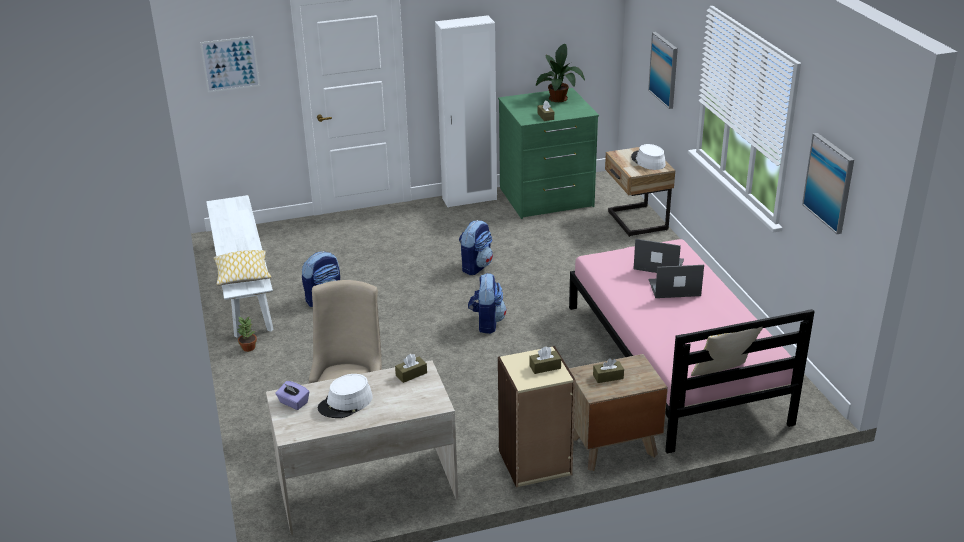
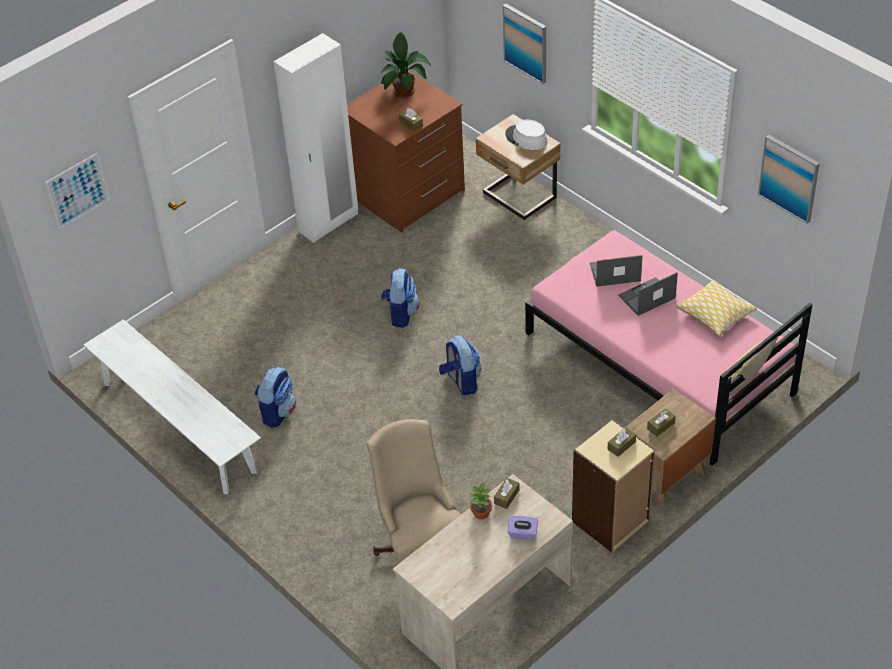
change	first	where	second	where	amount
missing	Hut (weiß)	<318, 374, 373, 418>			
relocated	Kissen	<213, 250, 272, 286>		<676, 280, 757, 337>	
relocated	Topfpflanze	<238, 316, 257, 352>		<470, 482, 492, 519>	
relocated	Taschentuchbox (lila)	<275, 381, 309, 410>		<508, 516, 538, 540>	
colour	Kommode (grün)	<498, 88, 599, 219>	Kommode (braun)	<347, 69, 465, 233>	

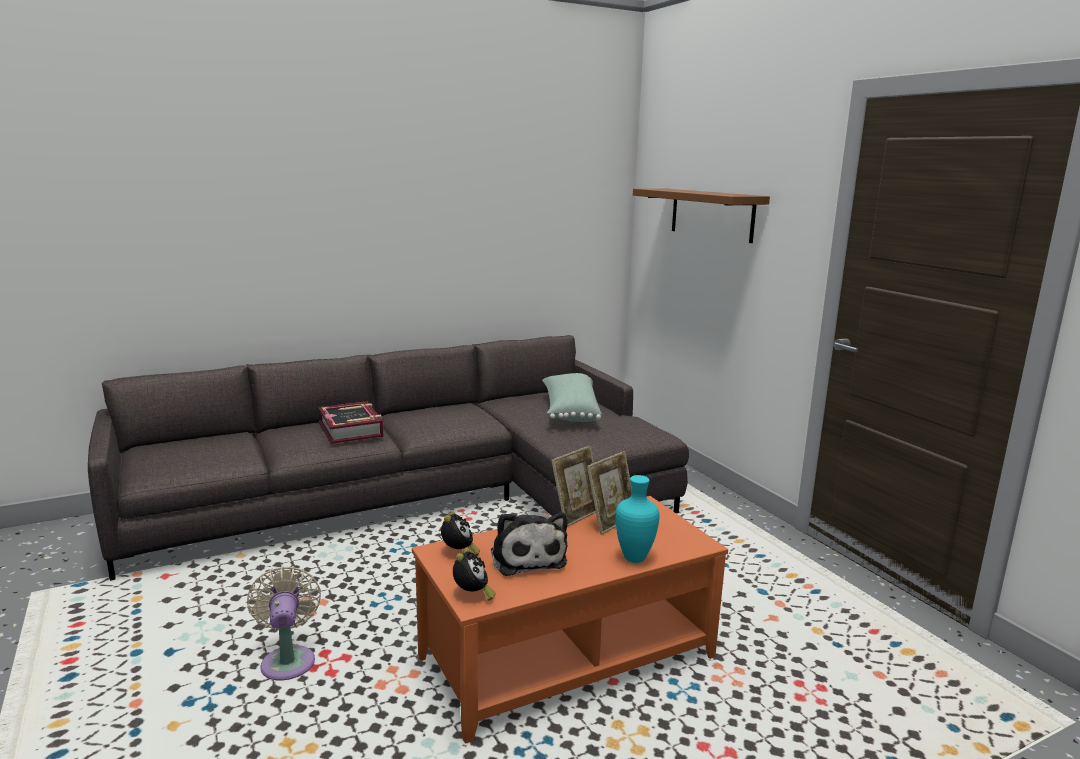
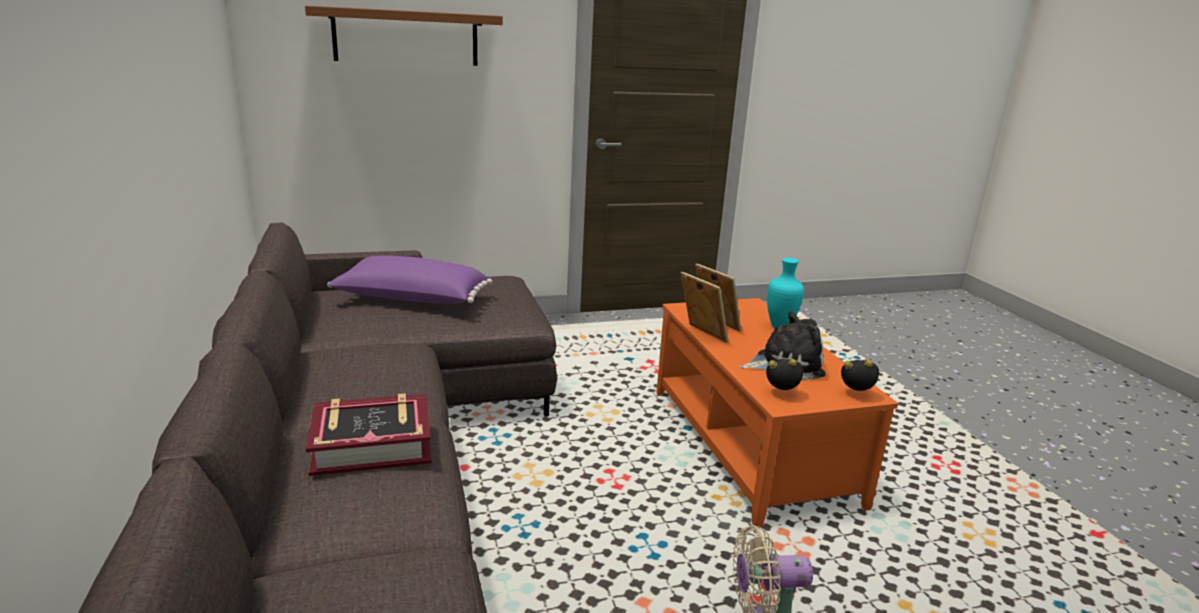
change	first	where	second	where	amount
colour	Kissen (grün)	<542, 373, 602, 422>	Kissen (lila)	<327, 256, 492, 304>	

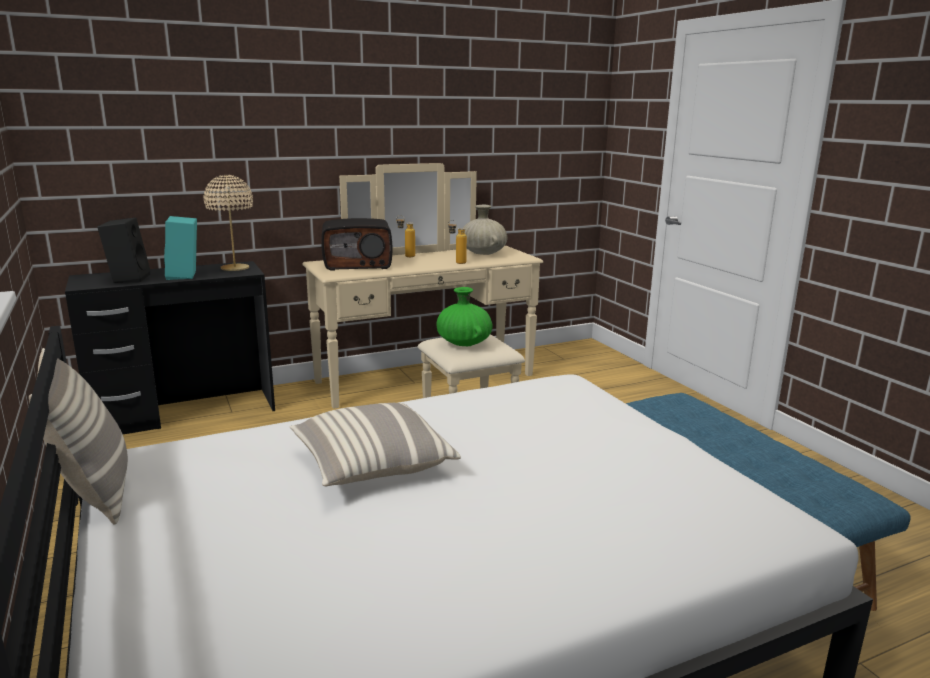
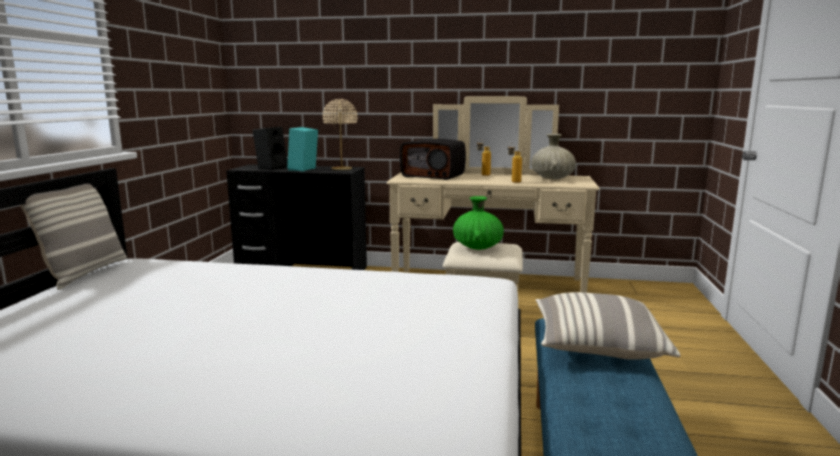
change	first	where	second	where	amount
relocated	Kissen	<290, 403, 461, 486>		<536, 292, 680, 360>	

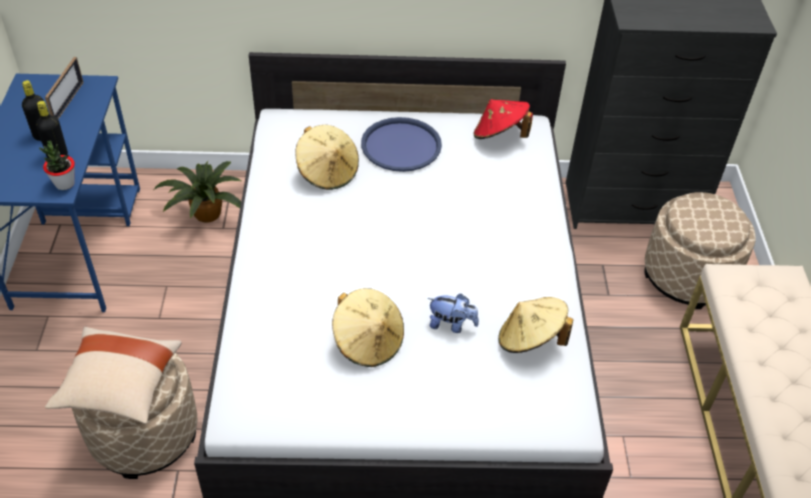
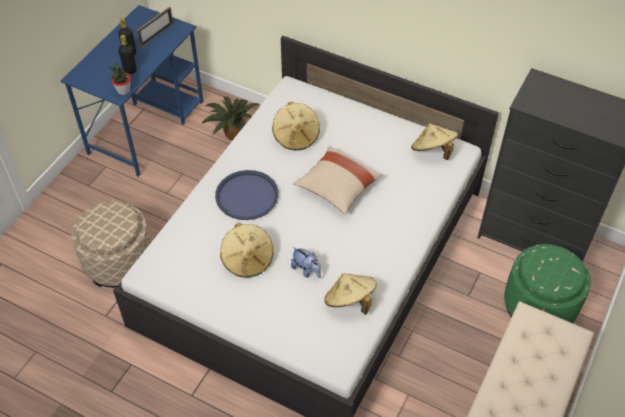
change	first	where	second	where	amount
relocated	Kissen (beige)	<45, 327, 182, 424>		<293, 146, 382, 214>	
relocated	Tablett (blau)	<361, 117, 442, 172>		<215, 170, 279, 220>	
colour	Hut (rot)	<474, 99, 533, 139>	Hut (beige)	<411, 123, 458, 160>	
colour	Polsterhocker (beige)	<644, 192, 756, 309>	Polsterhocker (grün)	<504, 244, 591, 323>	

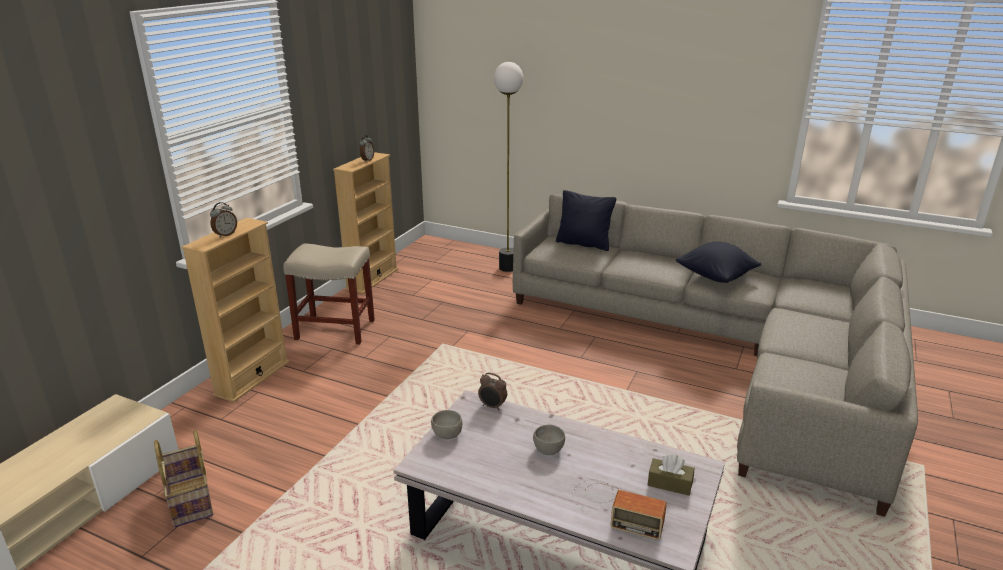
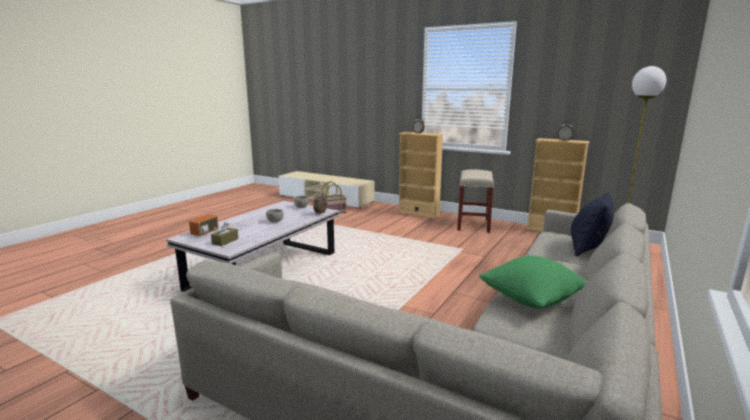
change	first	where	second	where	amount
colour	Kissen (schwarz)	<676, 242, 761, 283>	Kissen (grün)	<479, 256, 588, 308>	

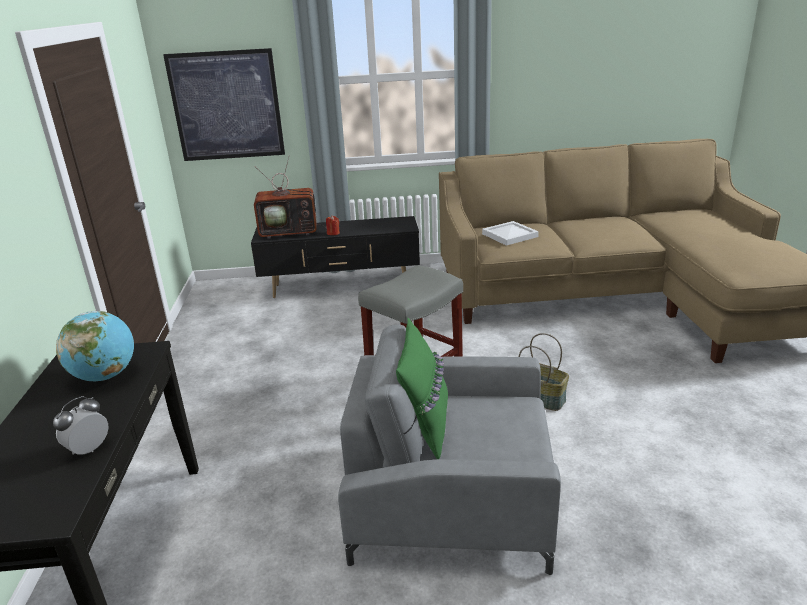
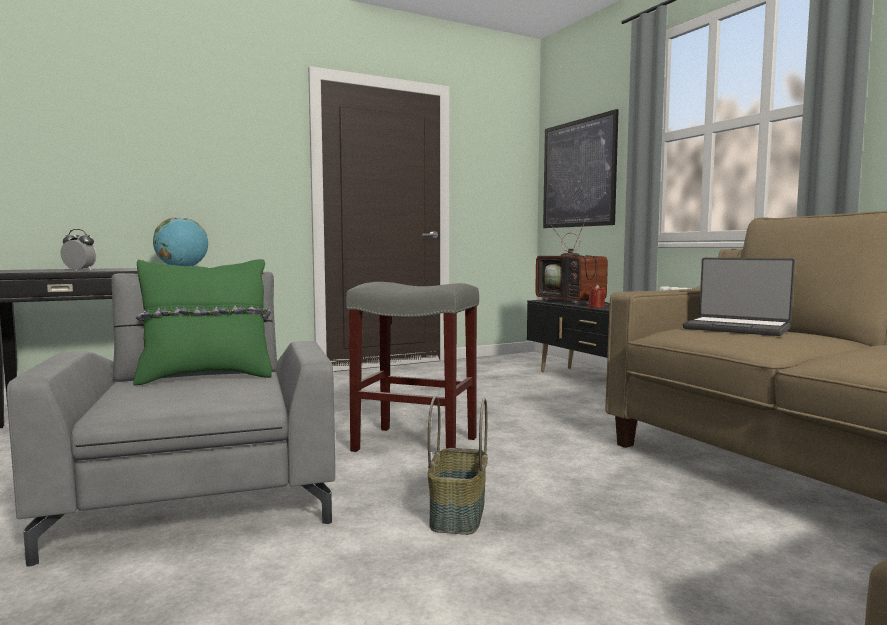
change	first	where	second	where	amount
exchanged	Tablett (weiß)	<482, 221, 539, 246>	Laptop	<683, 258, 795, 336>	

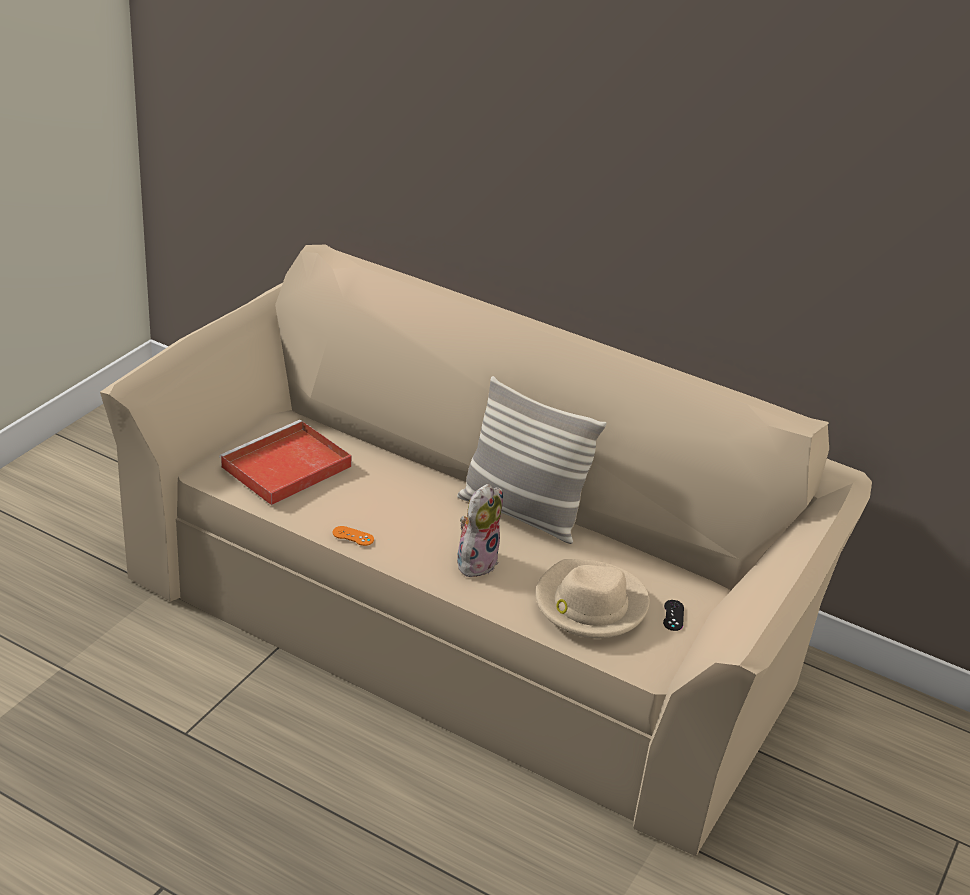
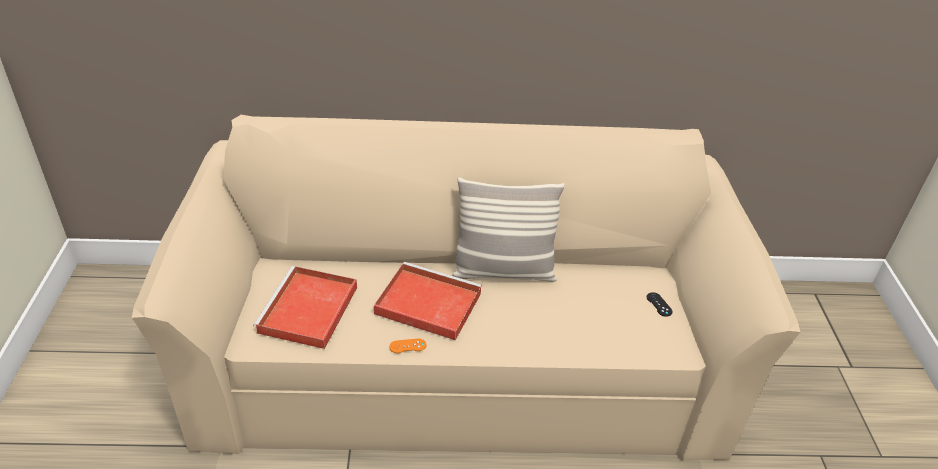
change	first	where	second	where	amount
missing	Plüschtier	<457, 484, 503, 577>			
missing	Hut (beige)	<535, 559, 649, 638>			
appeared			Tablett (rot)	<374, 262, 482, 340>	

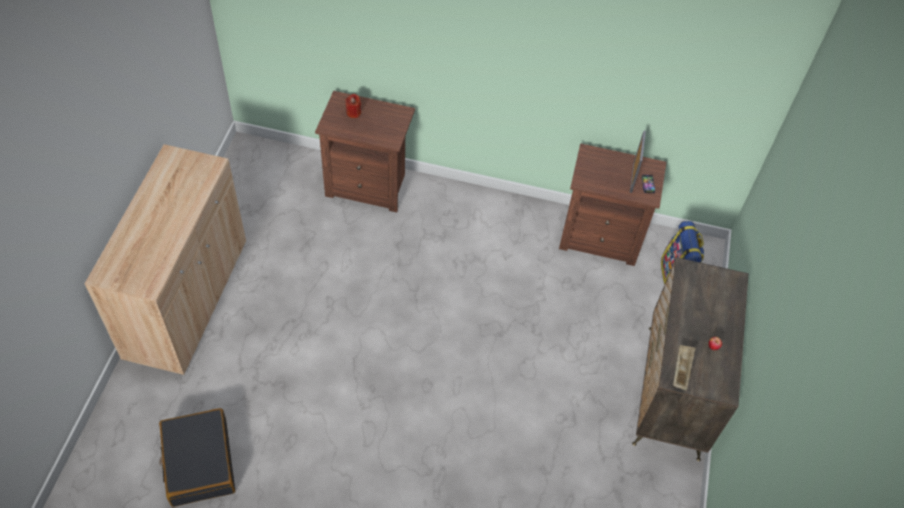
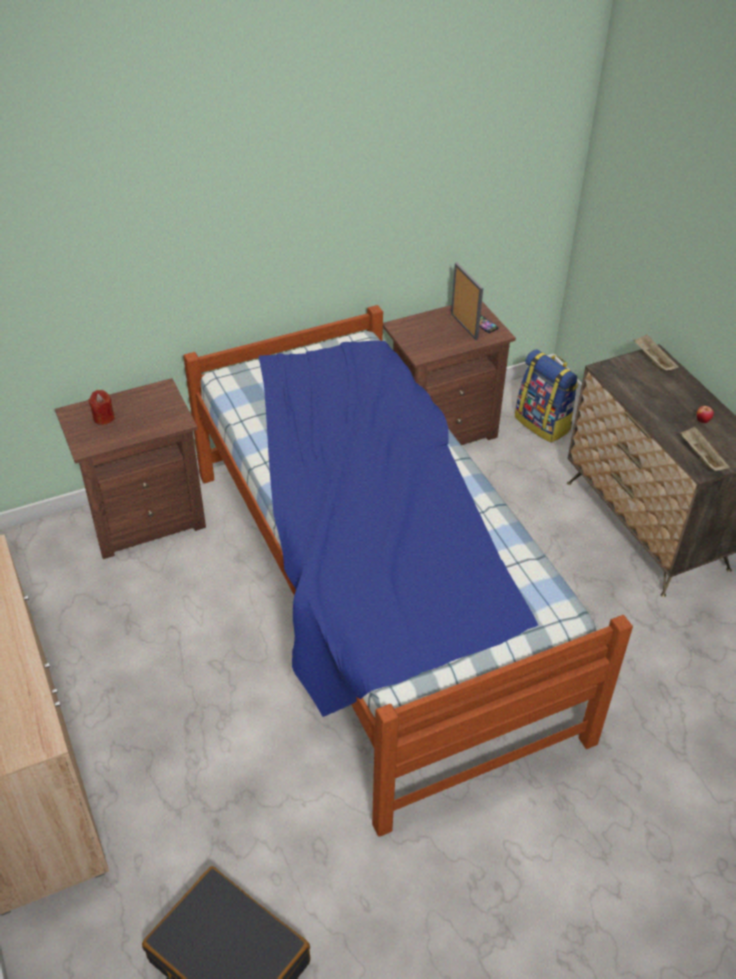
change	first	where	second	where	amount
appeared			Bett	<183, 305, 633, 837>	
appeared			Tablett (beige)	<633, 335, 679, 371>	

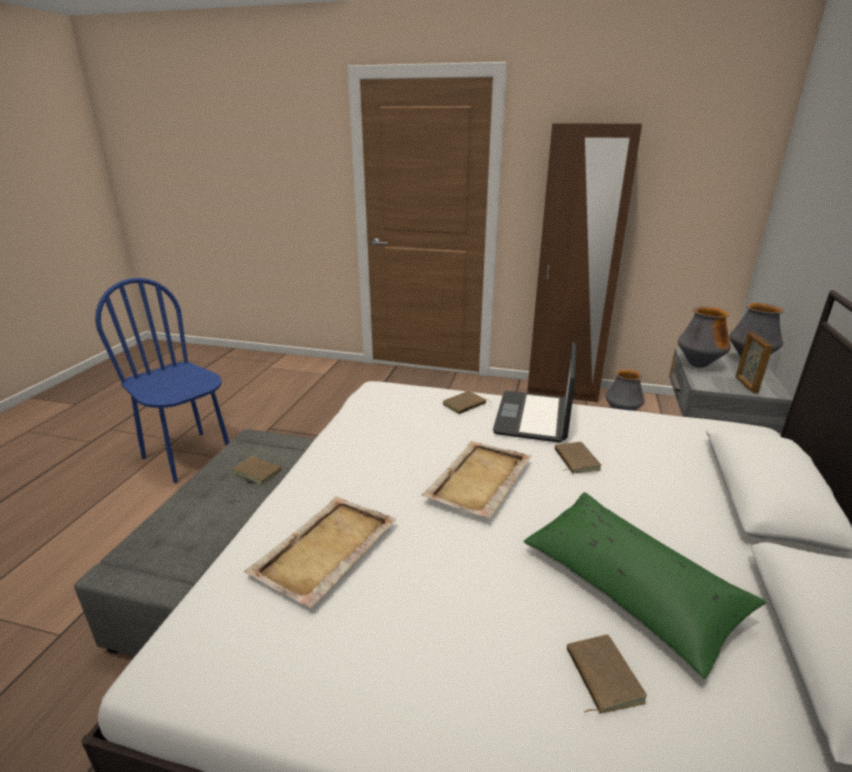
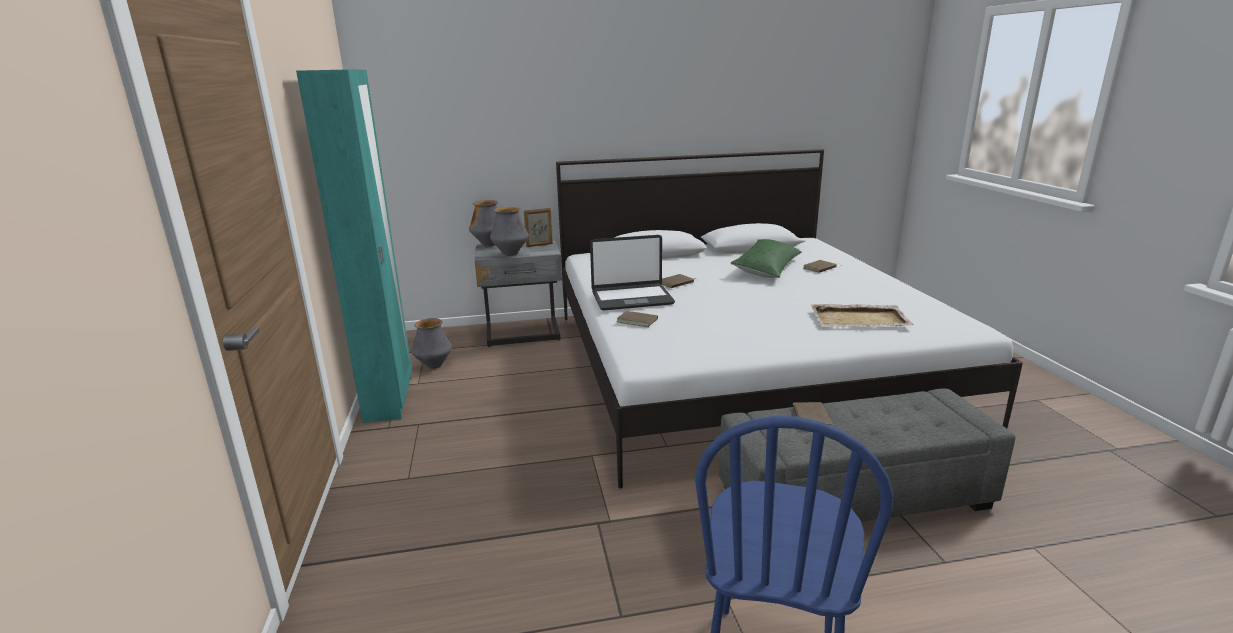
change	first	where	second	where	amount
missing	Tablett (beige)	<422, 441, 531, 518>			
colour	Kleiderschrank (braun)	<527, 123, 642, 403>	Kleiderschrank (türkis)	<296, 69, 412, 423>	

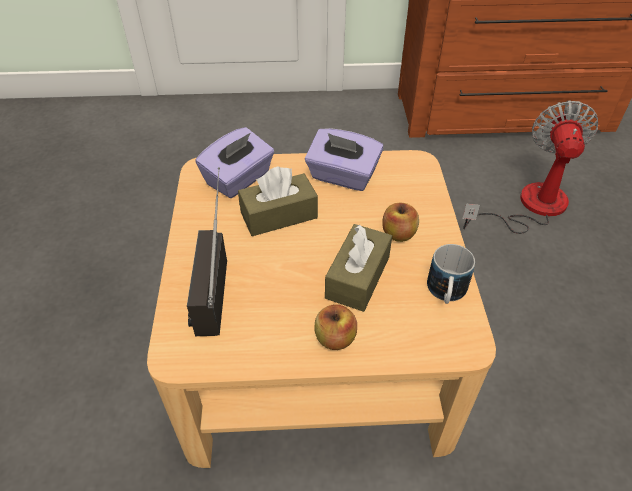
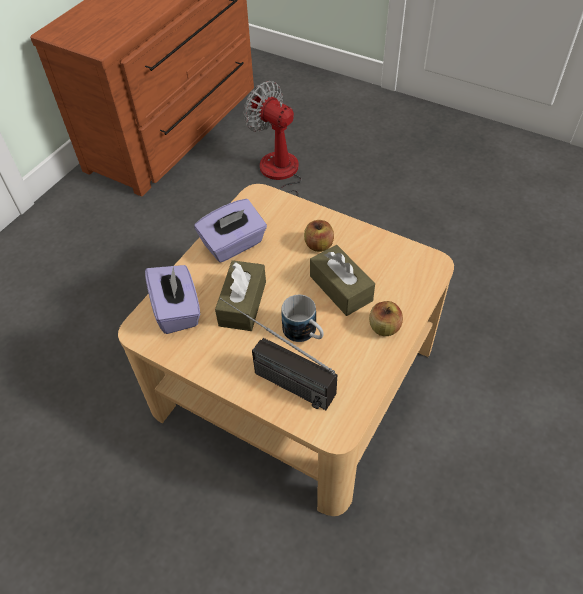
change	first	where	second	where	amount
relocated	Henkelbecher	<427, 244, 475, 304>		<281, 295, 324, 342>	

